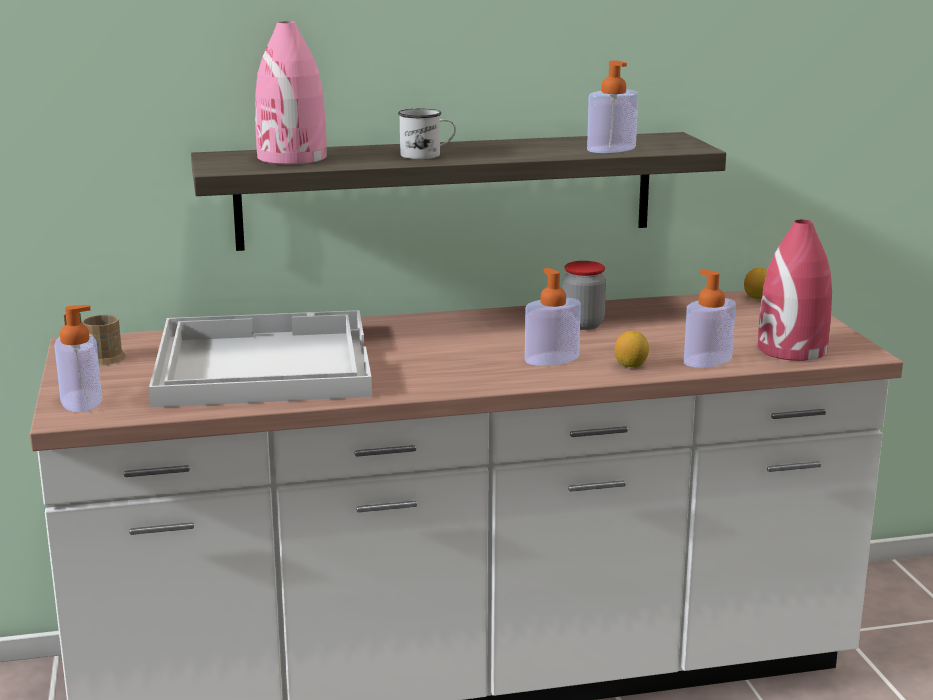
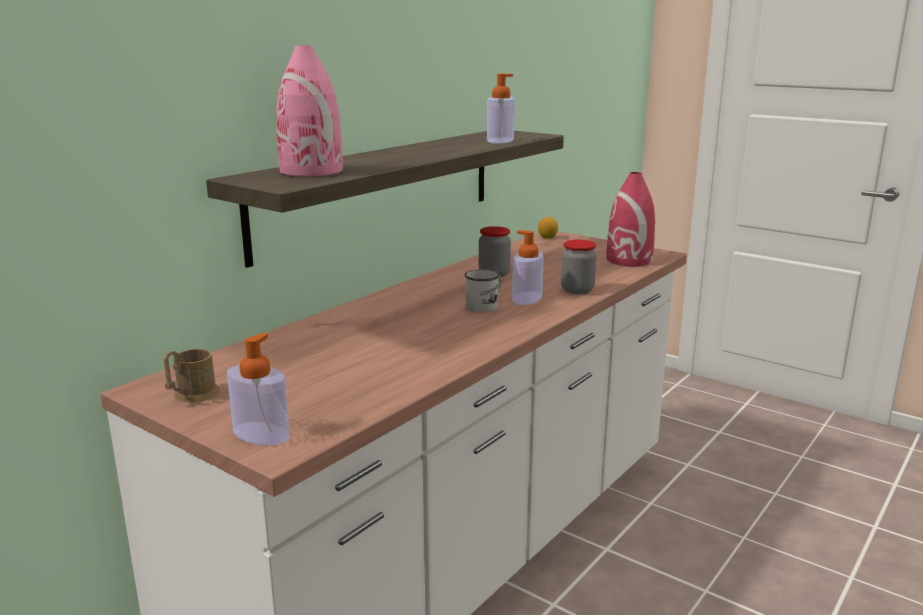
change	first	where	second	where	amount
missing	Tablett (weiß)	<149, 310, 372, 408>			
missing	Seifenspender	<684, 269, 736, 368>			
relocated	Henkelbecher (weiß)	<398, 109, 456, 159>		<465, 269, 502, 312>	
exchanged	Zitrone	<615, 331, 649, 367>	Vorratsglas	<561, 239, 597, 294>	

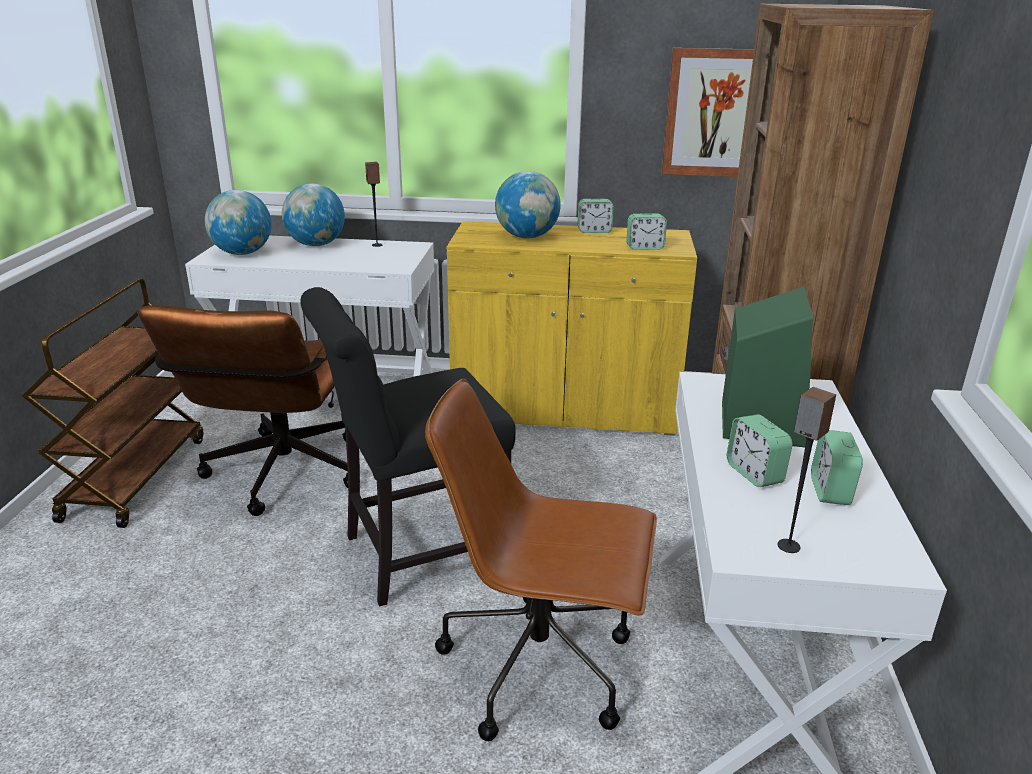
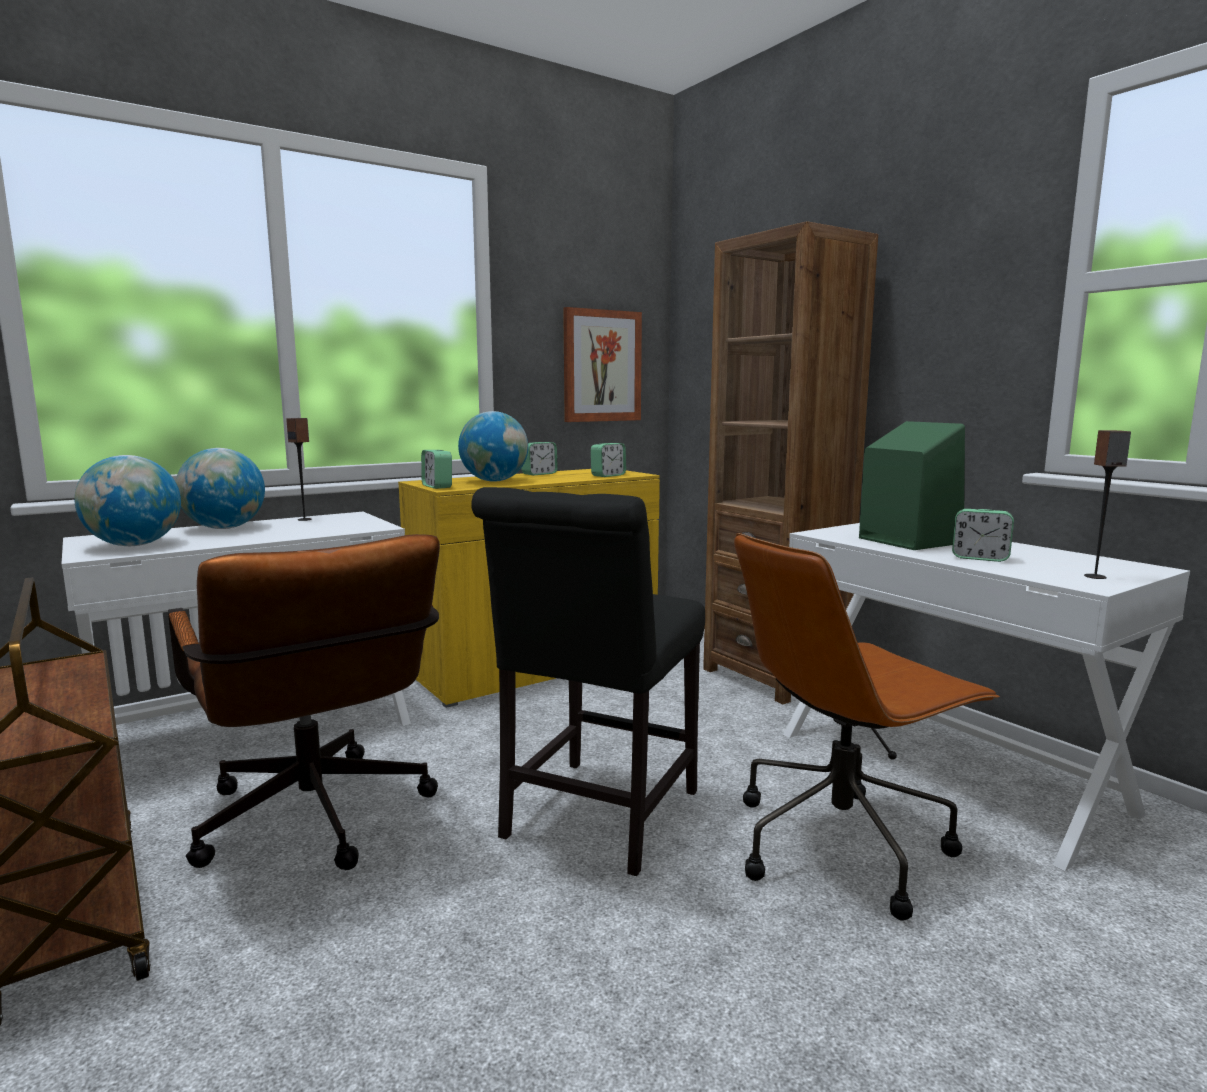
change	first	where	second	where	amount
relocated	Wecker	<811, 430, 863, 505>		<421, 450, 452, 489>	

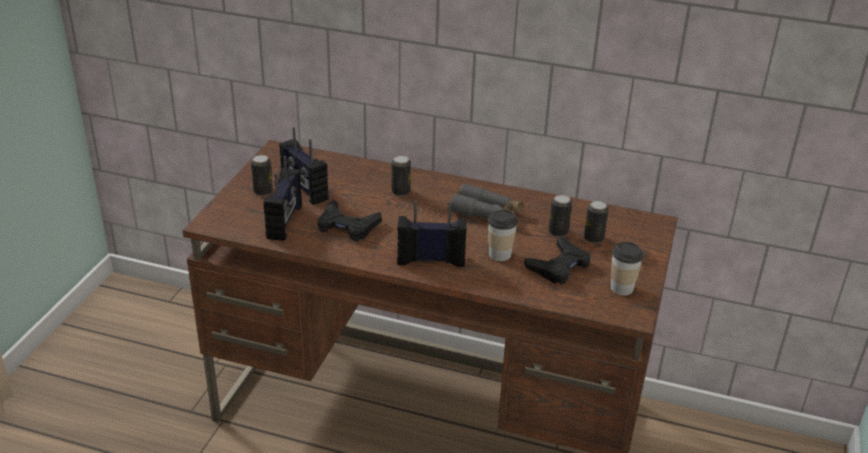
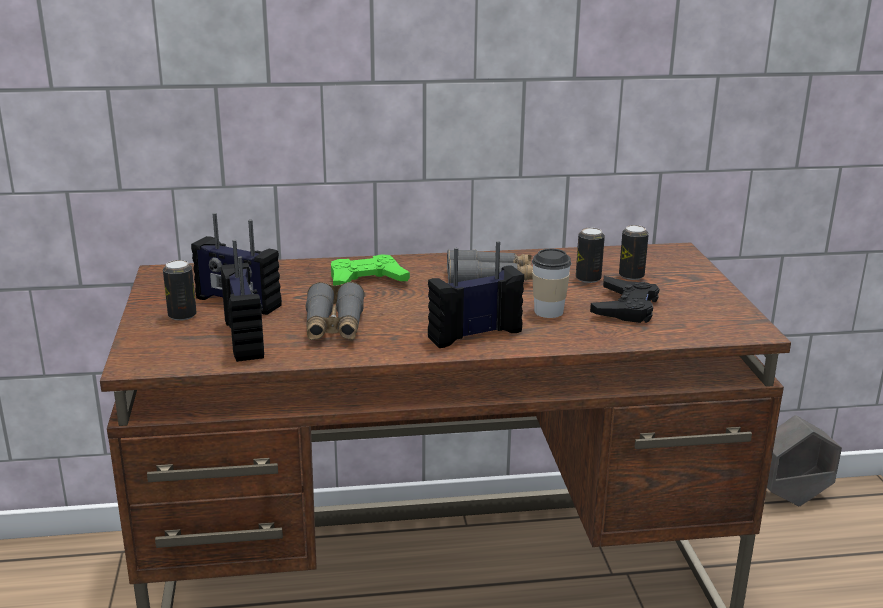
change	first	where	second	where	amount
missing	Tasse	<611, 242, 644, 296>			
appeared			Pflanzkübel (grau)	<767, 415, 842, 506>	
exchanged	Gamepad (schwarz)	<318, 199, 382, 241>	Fernglas (grau)	<306, 282, 365, 340>	
exchanged	Dose	<392, 155, 411, 196>	Gamepad (grün)	<331, 254, 410, 285>	

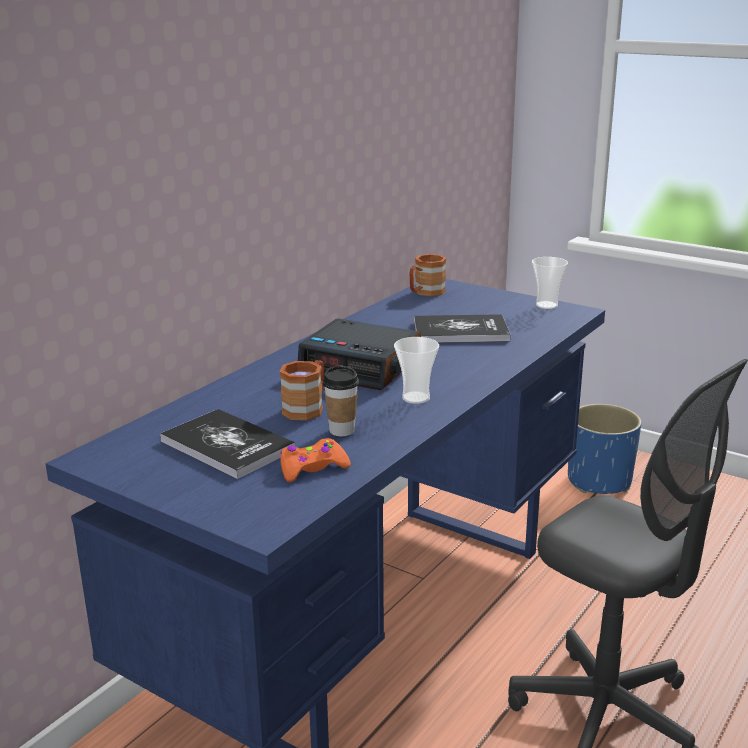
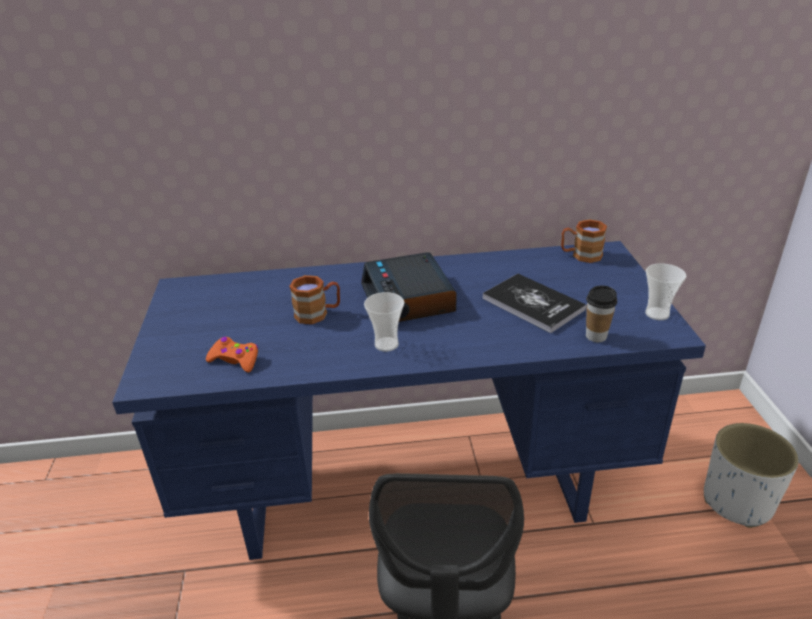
change	first	where	second	where	amount
missing	Buch	<160, 409, 296, 479>			
relocated	Tasse	<323, 366, 359, 436>		<586, 286, 617, 342>	
colour	Pflanzkübel (blau)	<568, 404, 642, 494>	Pflanzkübel (weiß)	<704, 423, 799, 528>	

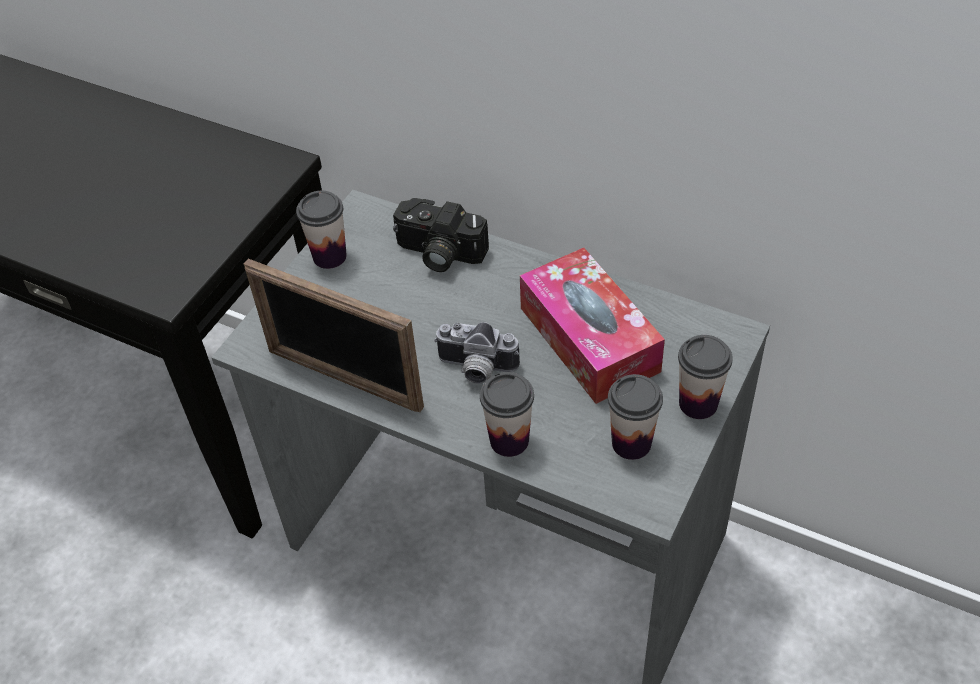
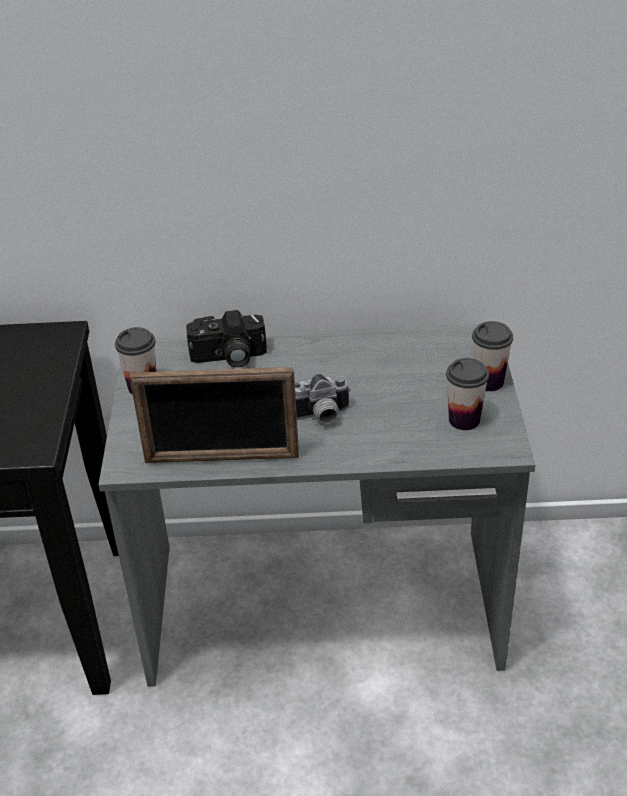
change	first	where	second	where	amount
missing	Tasse	<480, 372, 534, 457>			
missing	Taschentuchbox	<520, 248, 665, 404>			

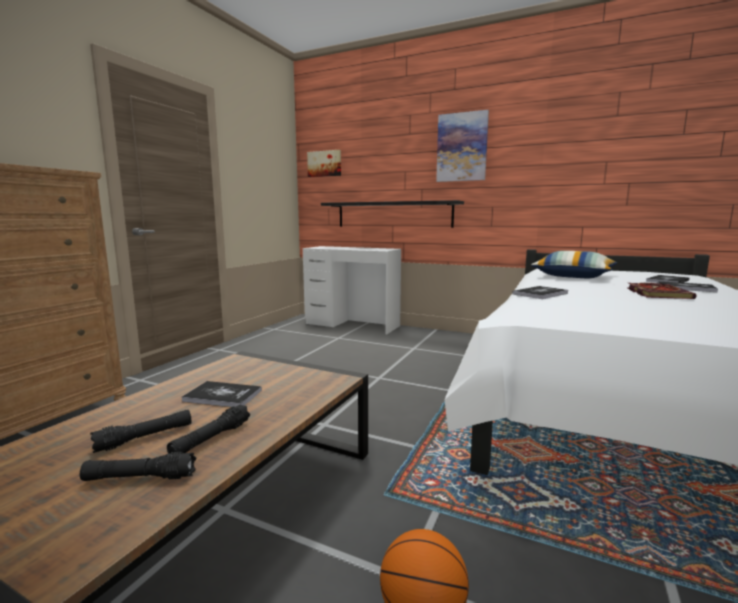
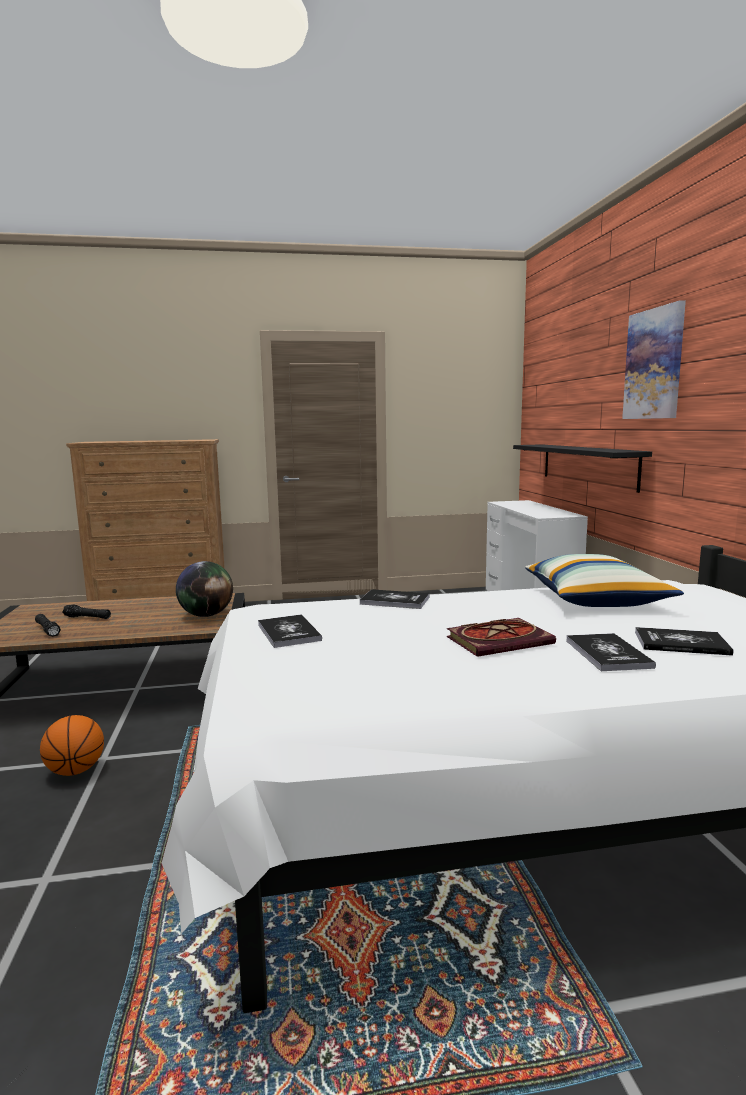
change	first	where	second	where	amount
missing	Taschenlampe (schwarz)	<167, 404, 250, 454>			
missing	Bild	<307, 150, 341, 177>			
appeared			Globus	<176, 561, 233, 617>	
relocated	Buch	<182, 381, 262, 407>		<258, 615, 322, 648>	

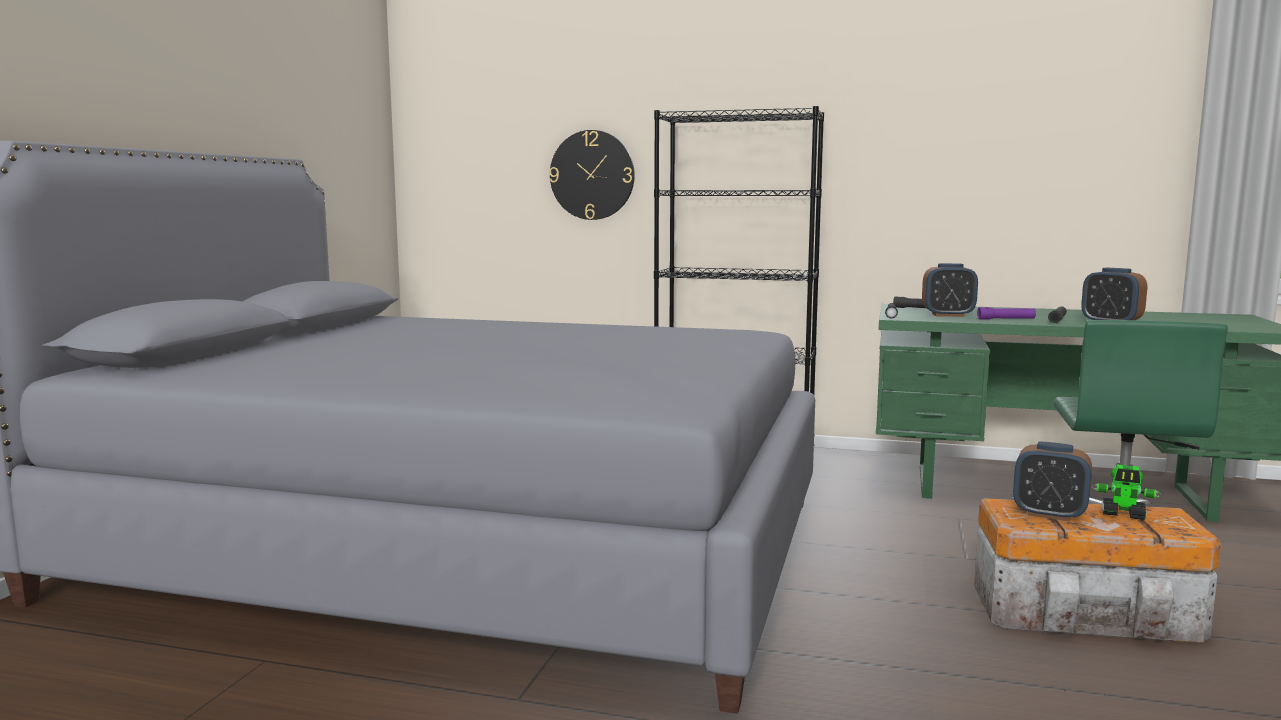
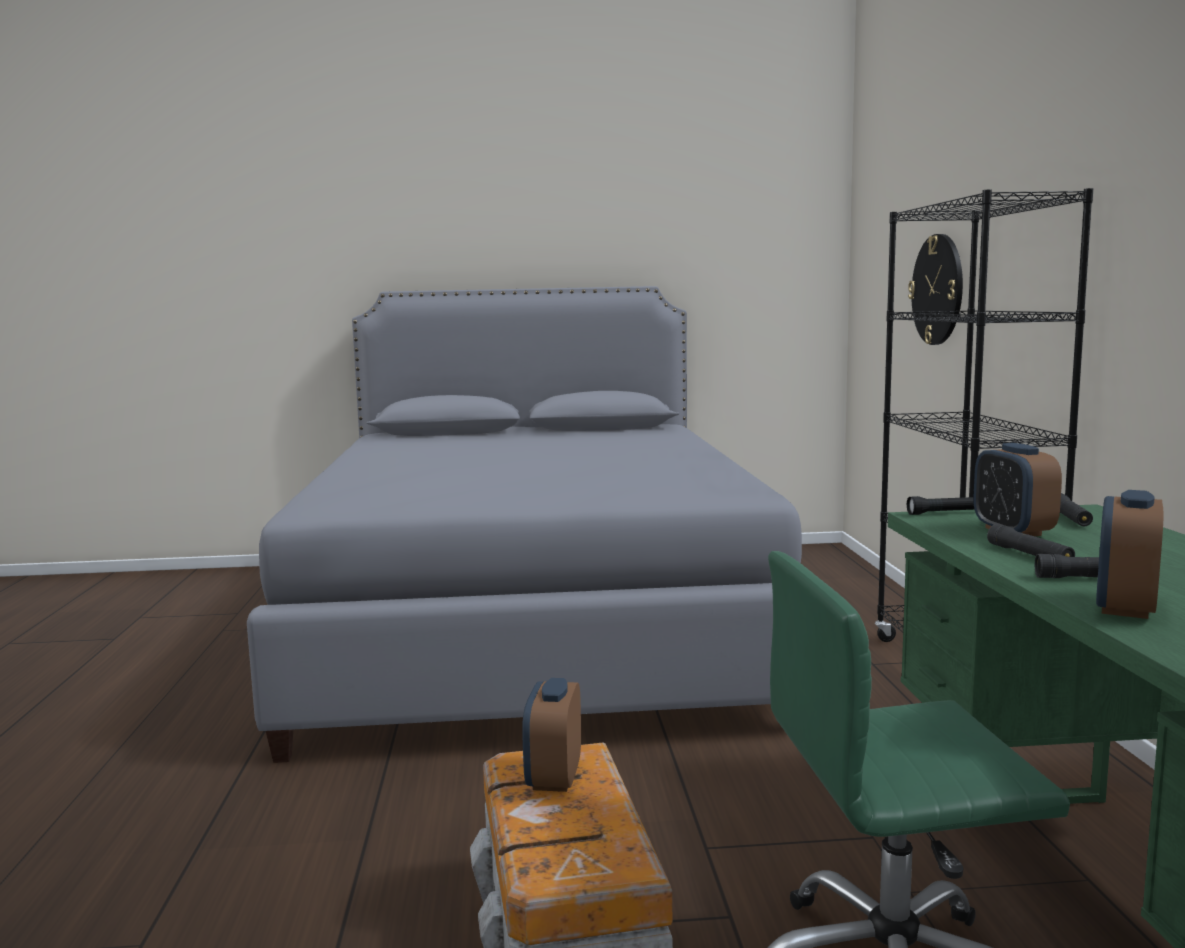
change	first	where	second	where	amount
missing	Spielzeugroboter	<1091, 464, 1162, 520>			
colour	Taschenlampe (lila)	<977, 307, 1036, 320>	Taschenlampe (schwarz)	<987, 524, 1075, 557>	

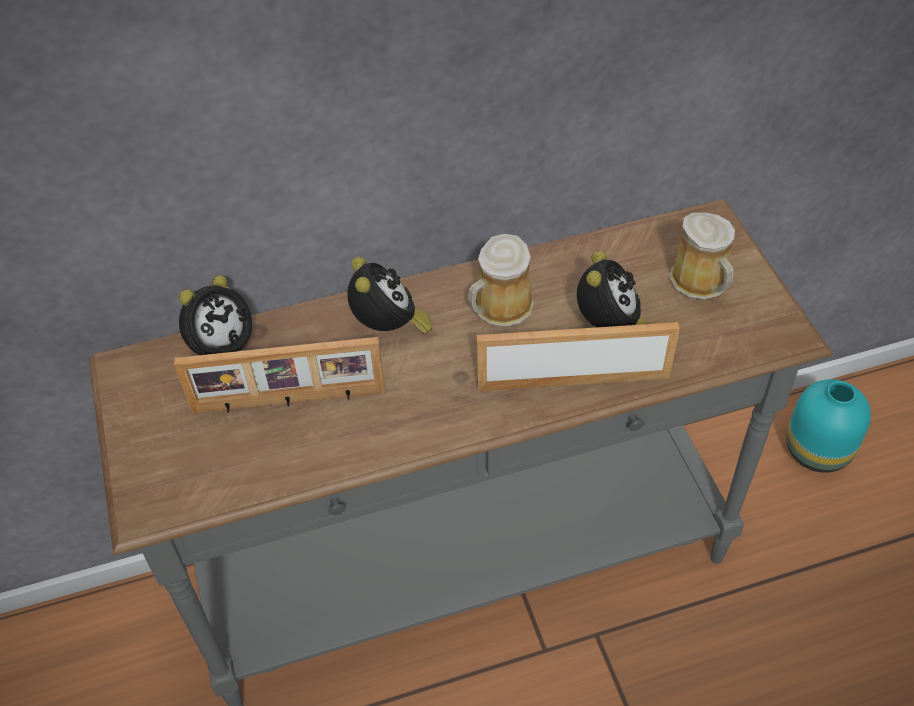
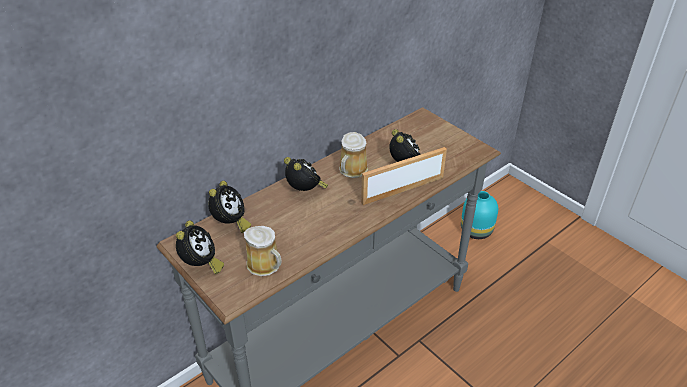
change	first	where	second	where	amount
missing	Bilderrahmen	<174, 337, 385, 413>			
appeared			Wecker	<176, 220, 224, 274>	
relocated	Henkelbecher	<670, 213, 735, 300>		<244, 226, 282, 276>	

